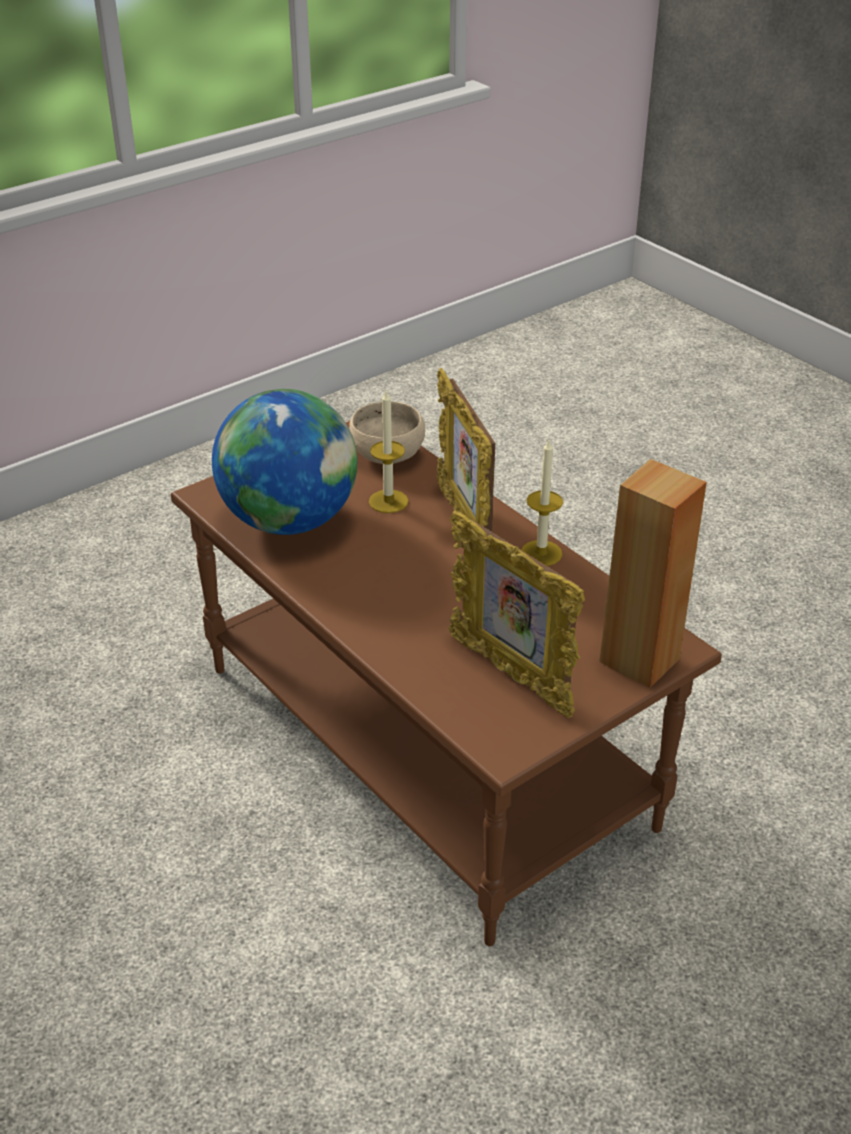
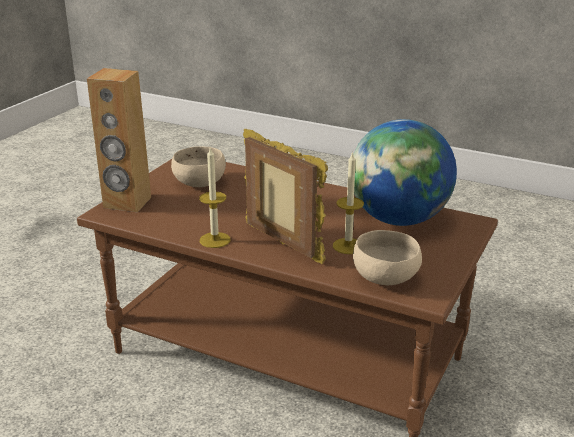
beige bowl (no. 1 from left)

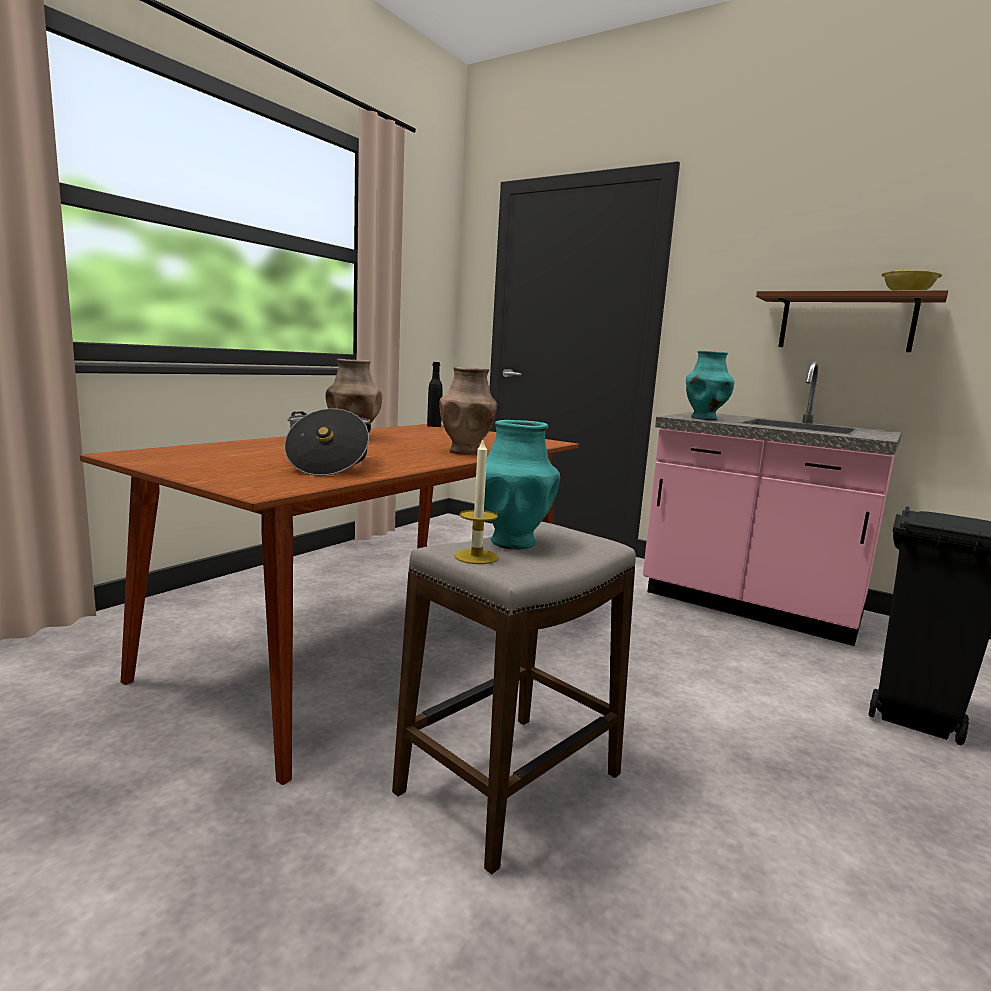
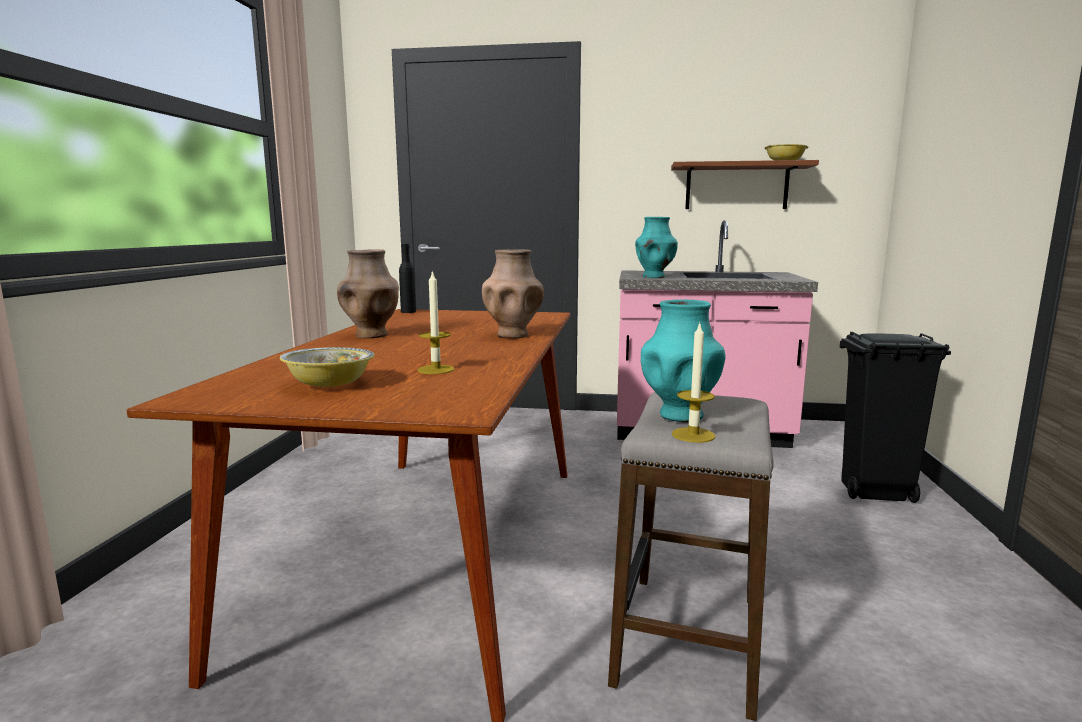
candle (no. 1 from left); bowl (no. 1 from left)

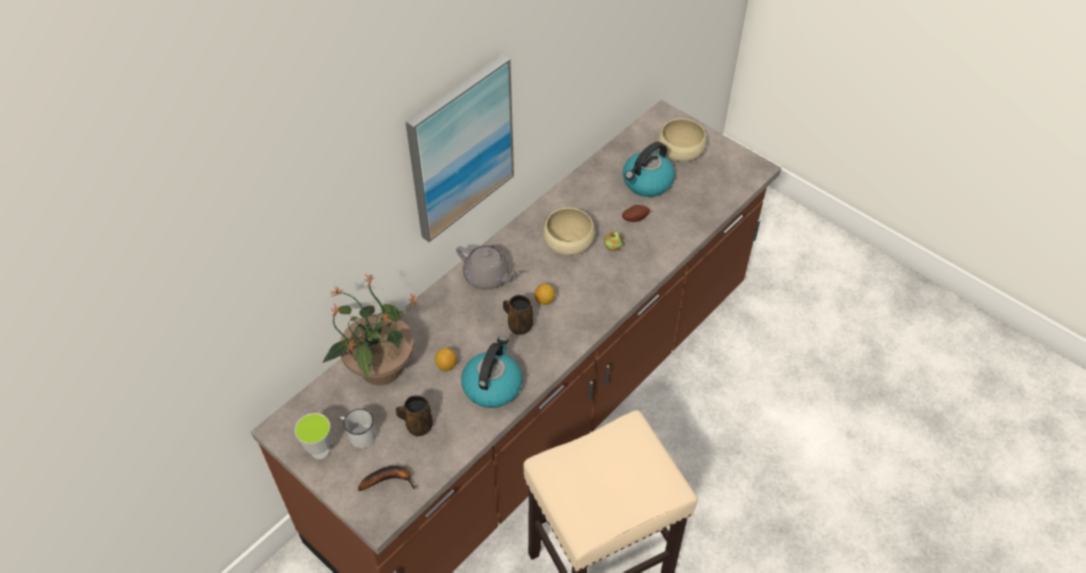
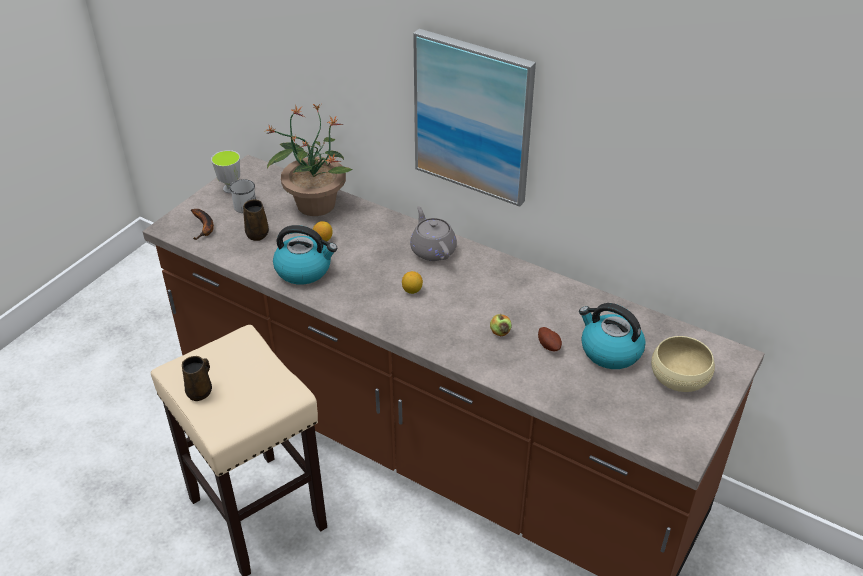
grey teapot; brown mug (no. 1 from left); beige bowl (no. 1 from left in the first image)

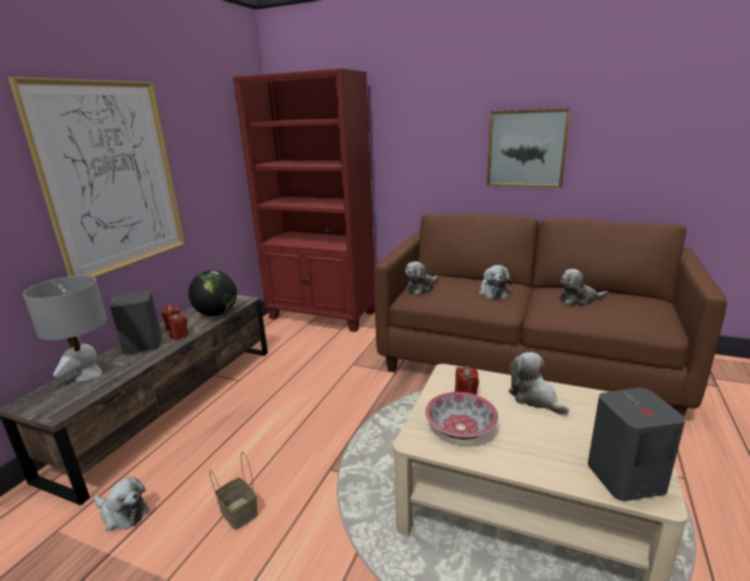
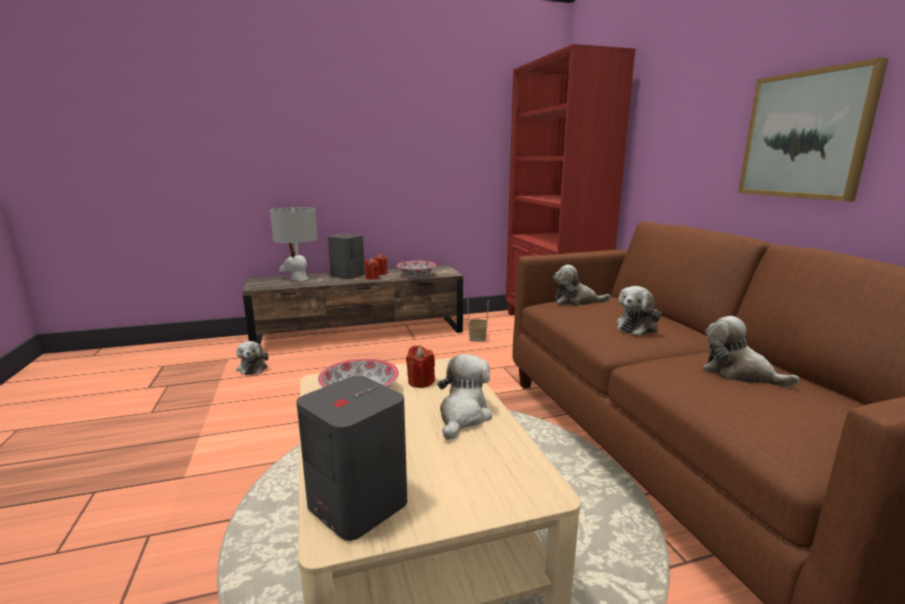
picture (no. 1 from left in the first image); bowl (no. 2 from left); basket

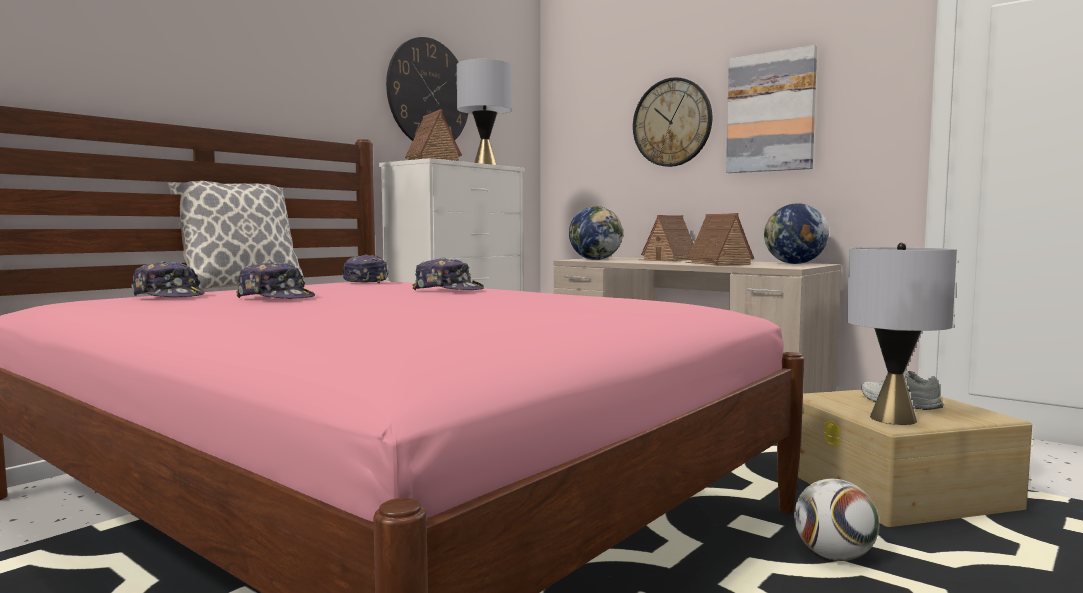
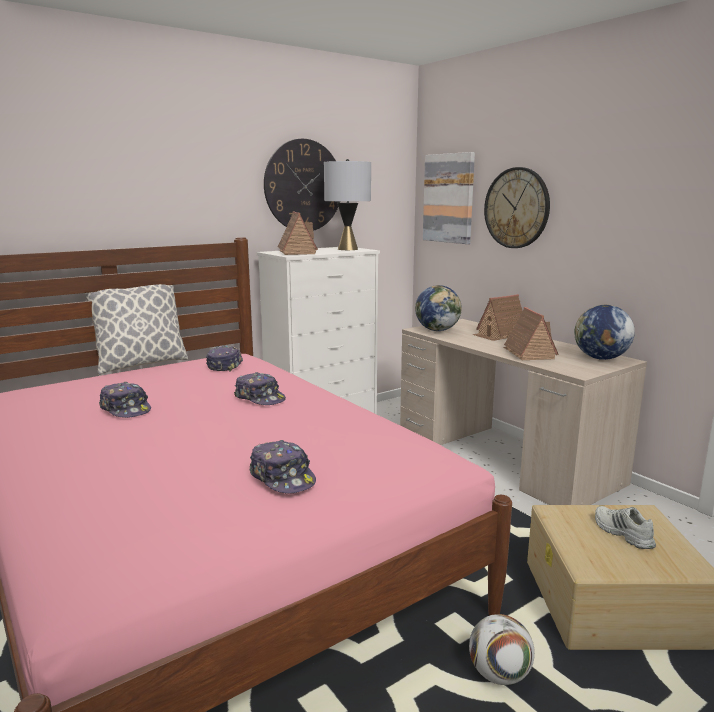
cap (no. 4 from left); picture; grey table lamp (no. 2 from left in the first image)

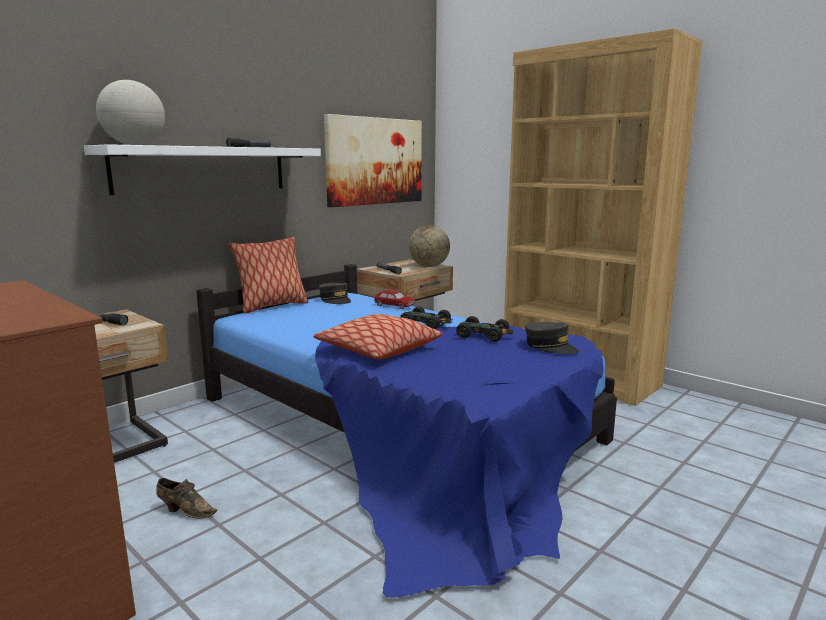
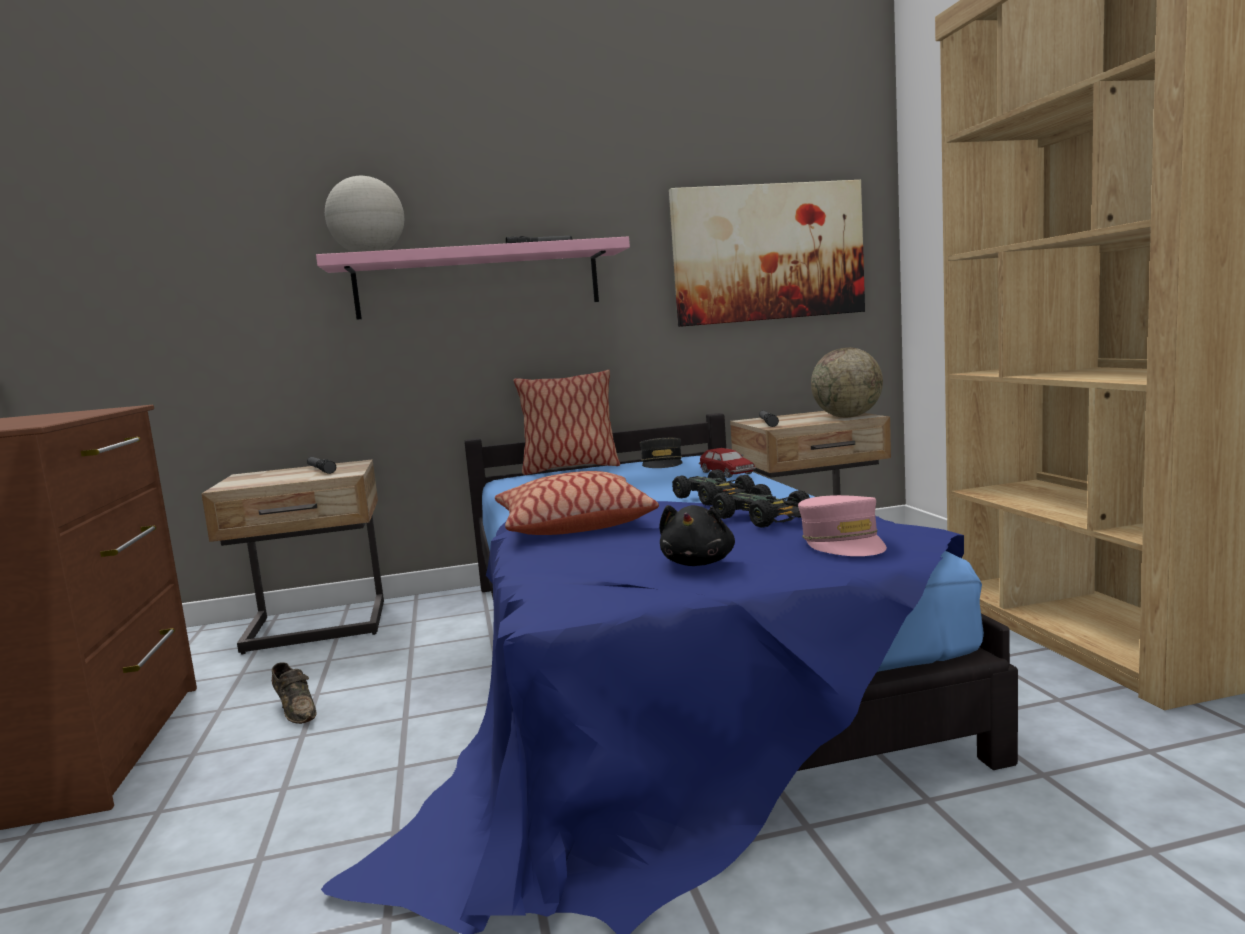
pink shelf; pink cap; black plush toy

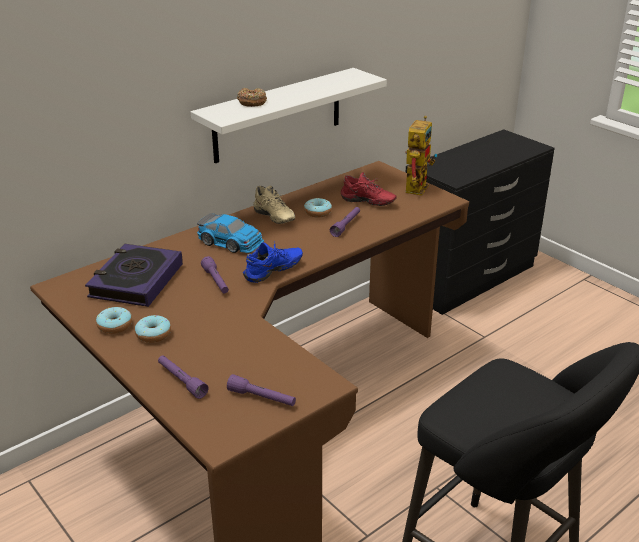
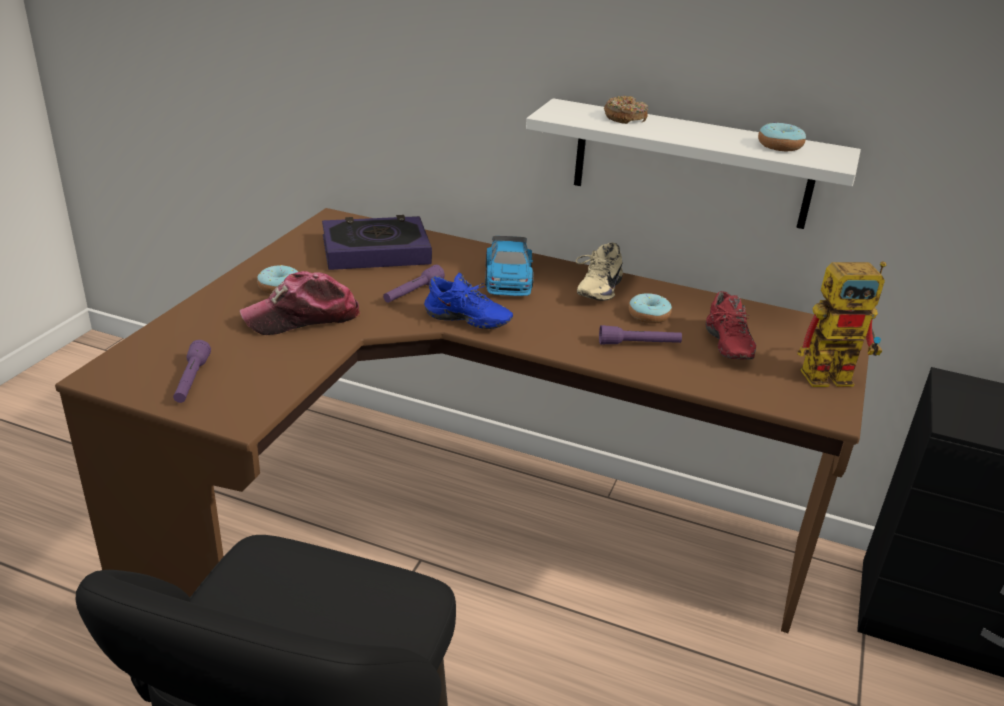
donut (no. 4 from left); purple flashlight (no. 1 from left in the first image); cap

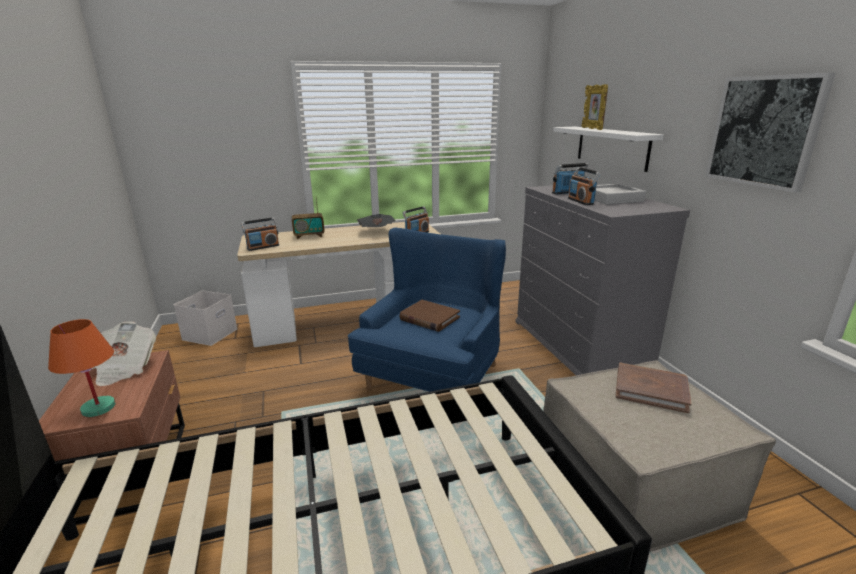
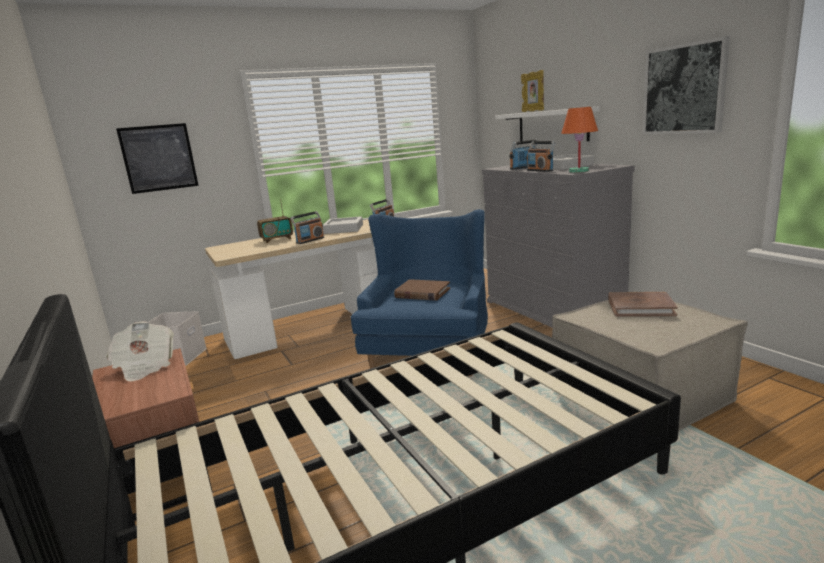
orange table lamp; radio (no. 2 from left); grey tray (no. 1 from left); picture (no. 1 from left)

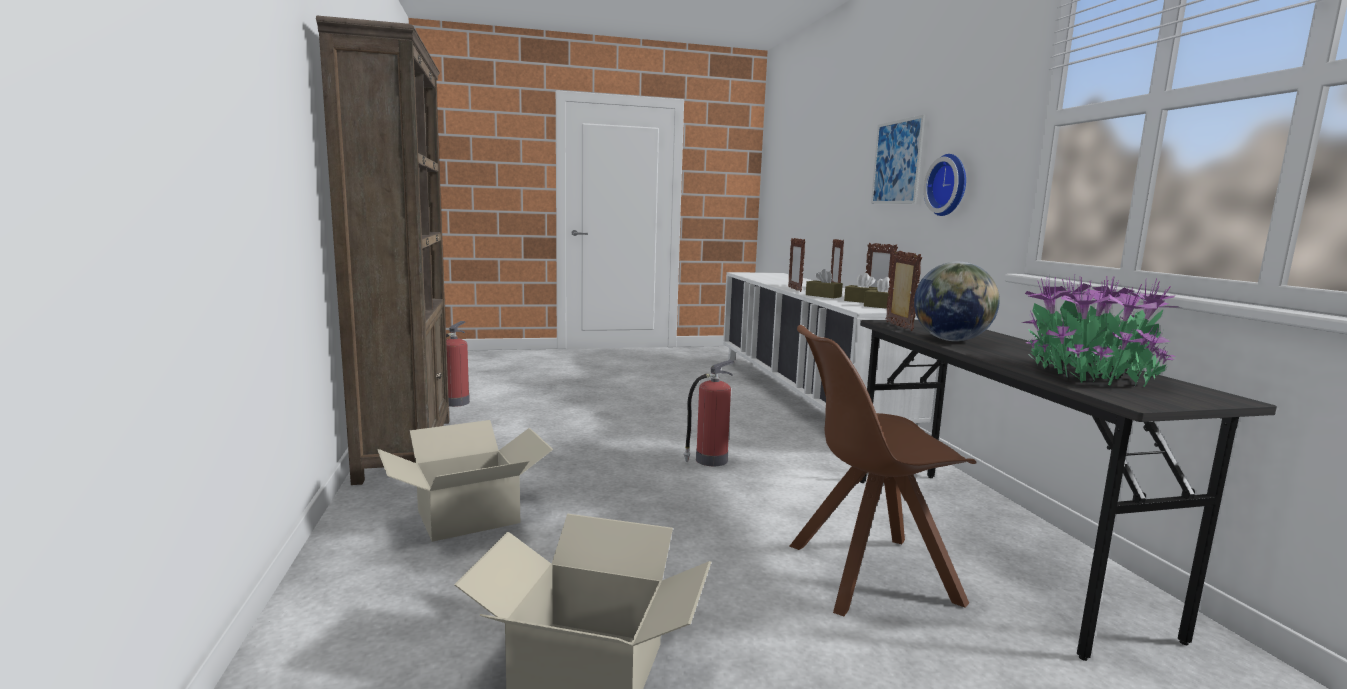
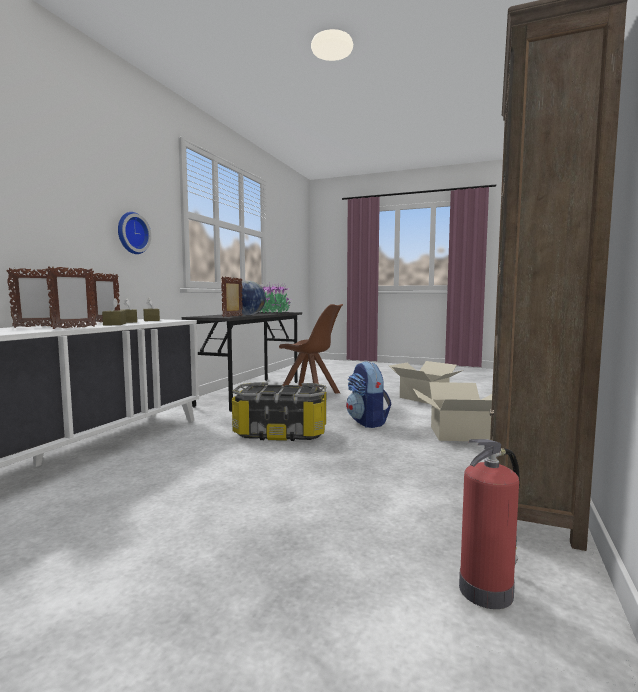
storage box; picture; backpack

